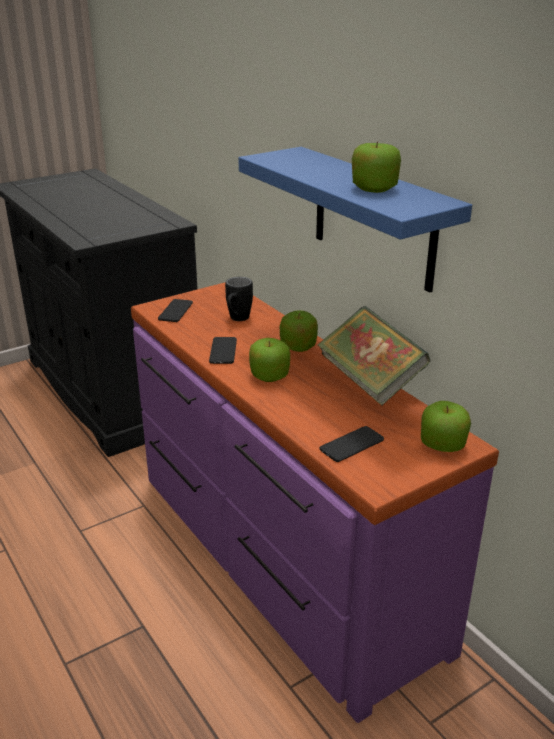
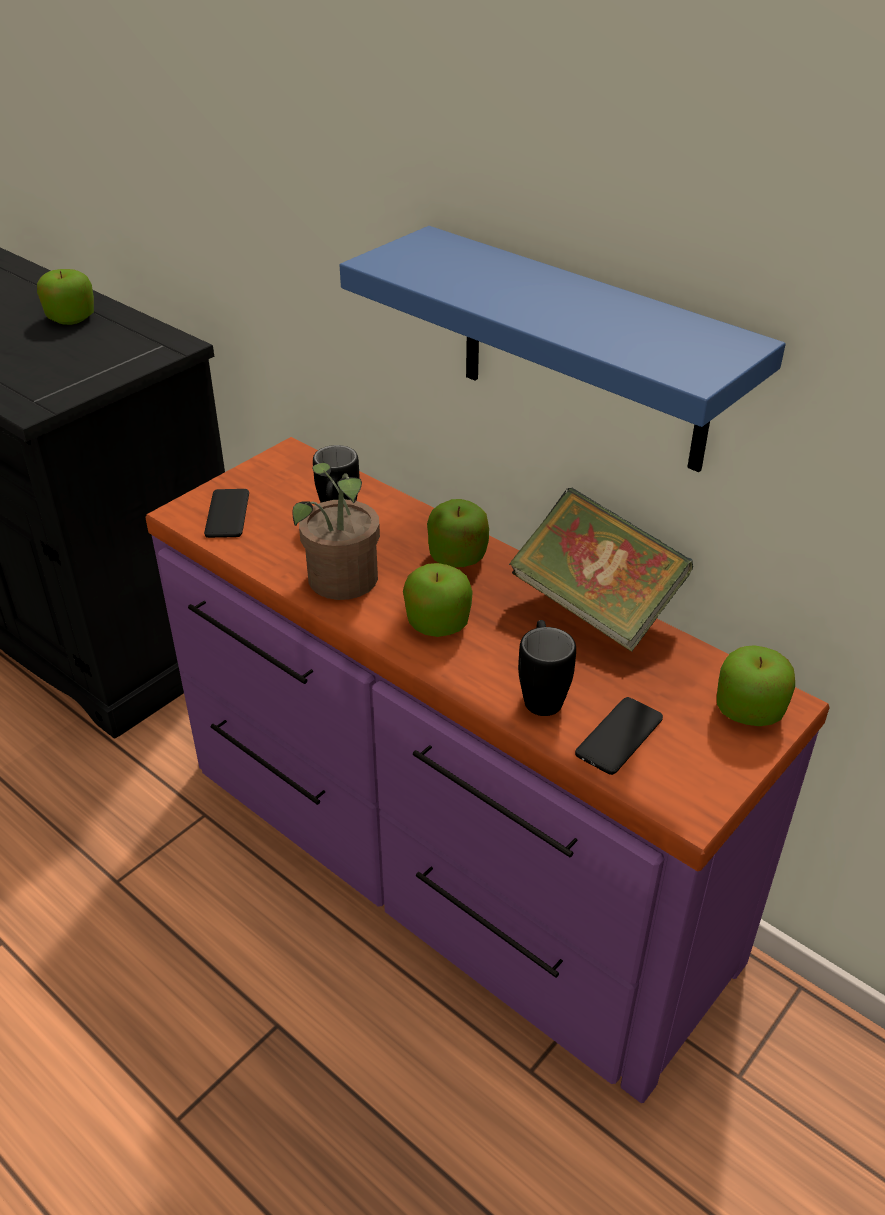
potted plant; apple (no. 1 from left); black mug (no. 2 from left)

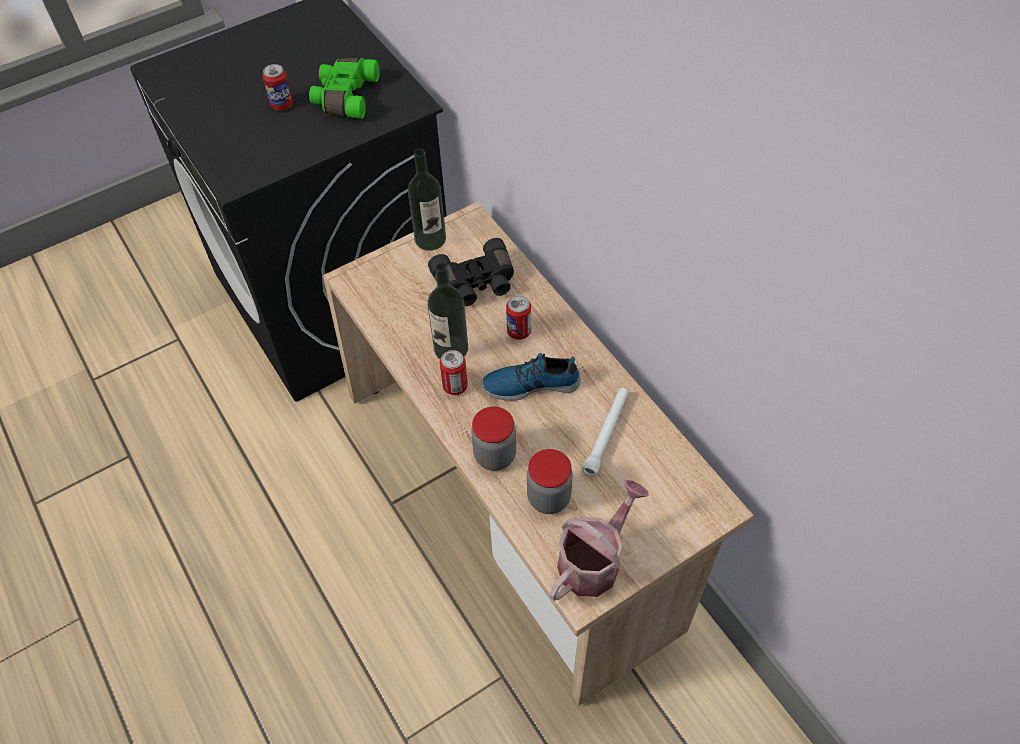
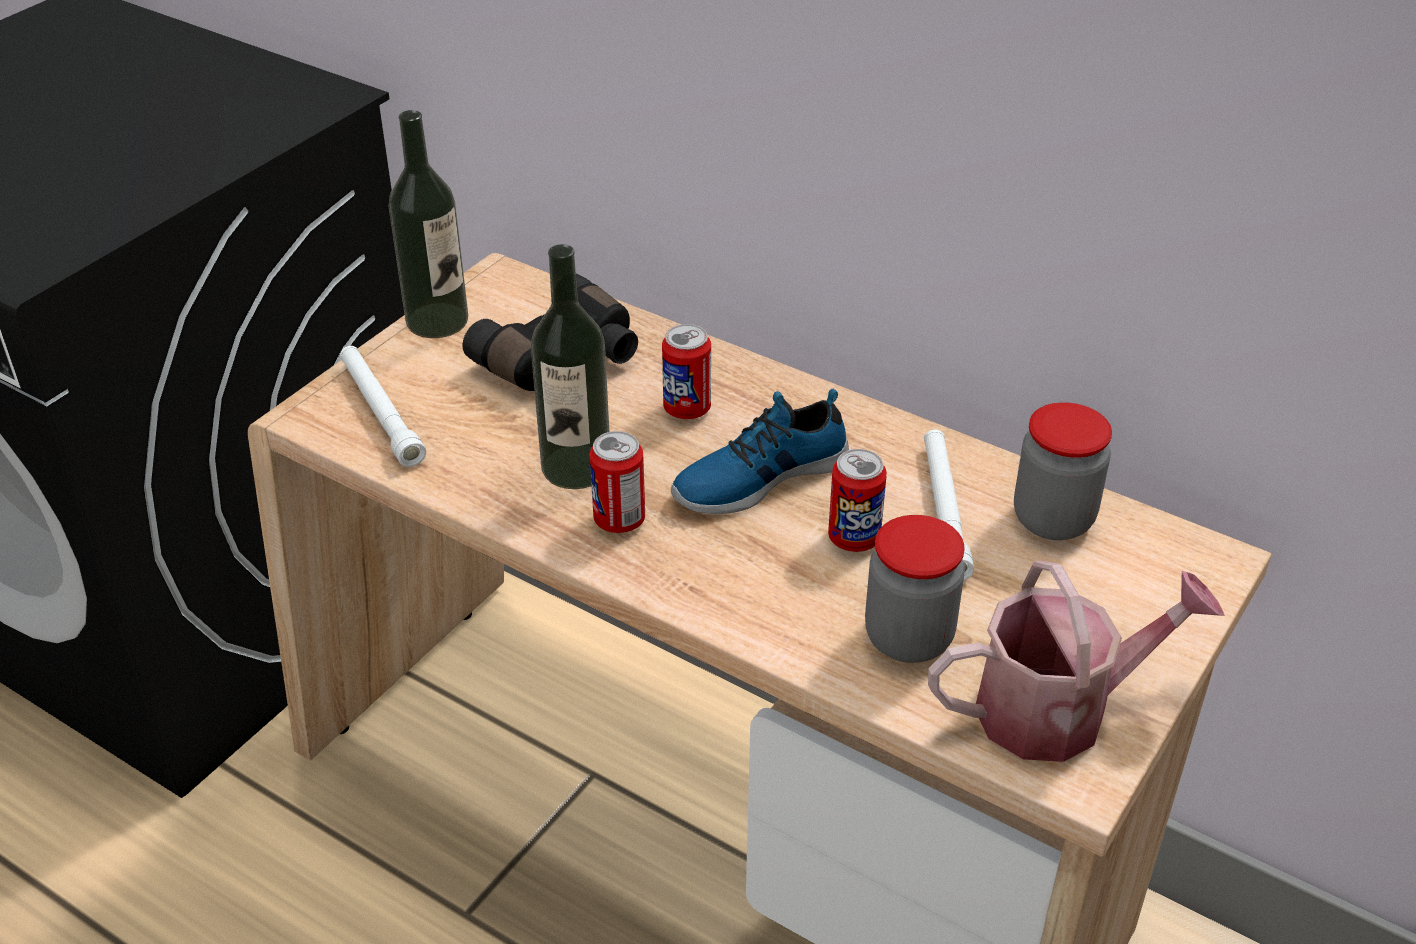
can (no. 3 from left); green binoculars; jar (no. 2 from left); watering can; white flashlight (no. 1 from left)

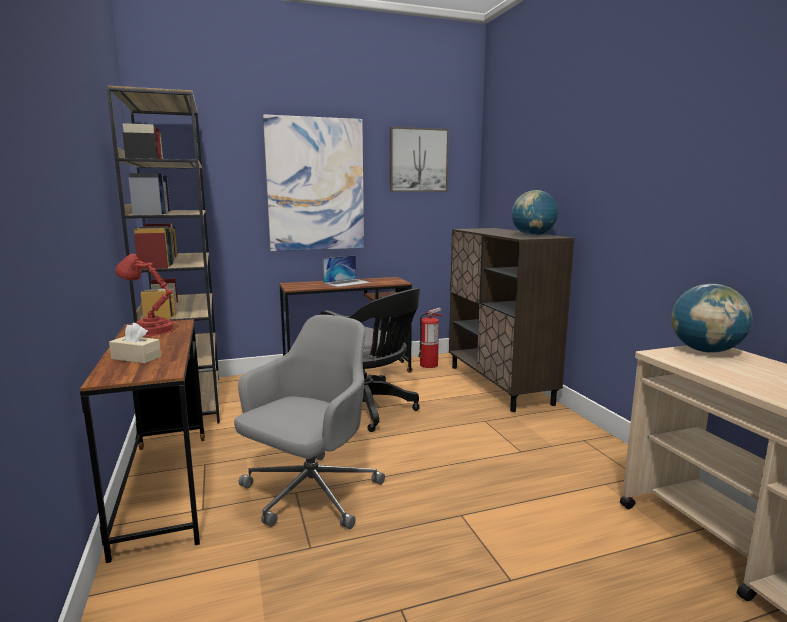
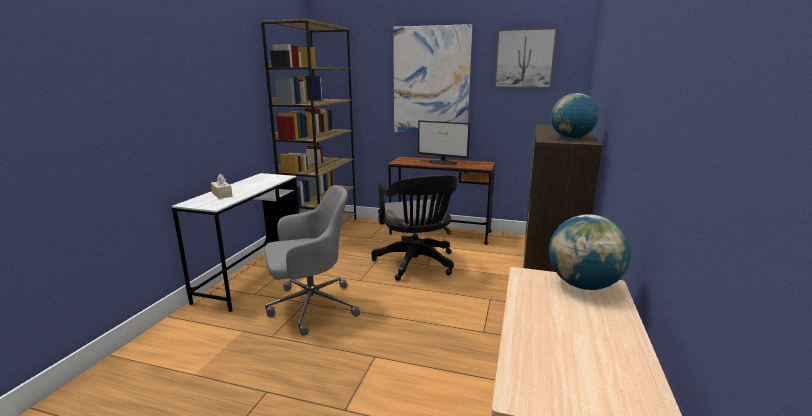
white desk; red table lamp; monitor; fire extinguisher

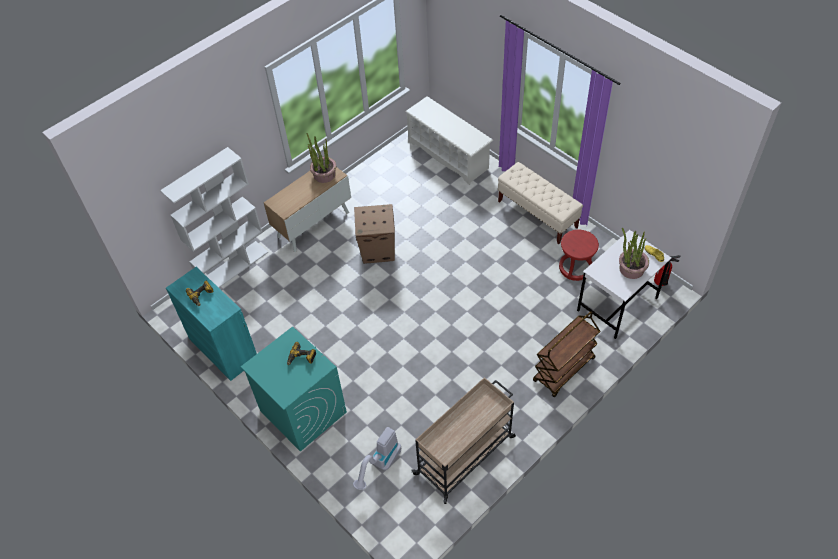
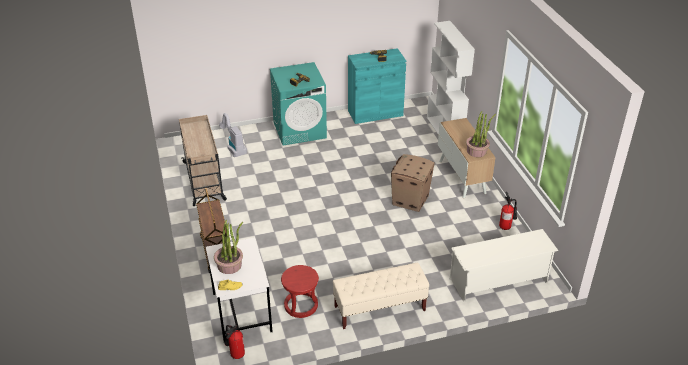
fire extinguisher (no. 2 from left)

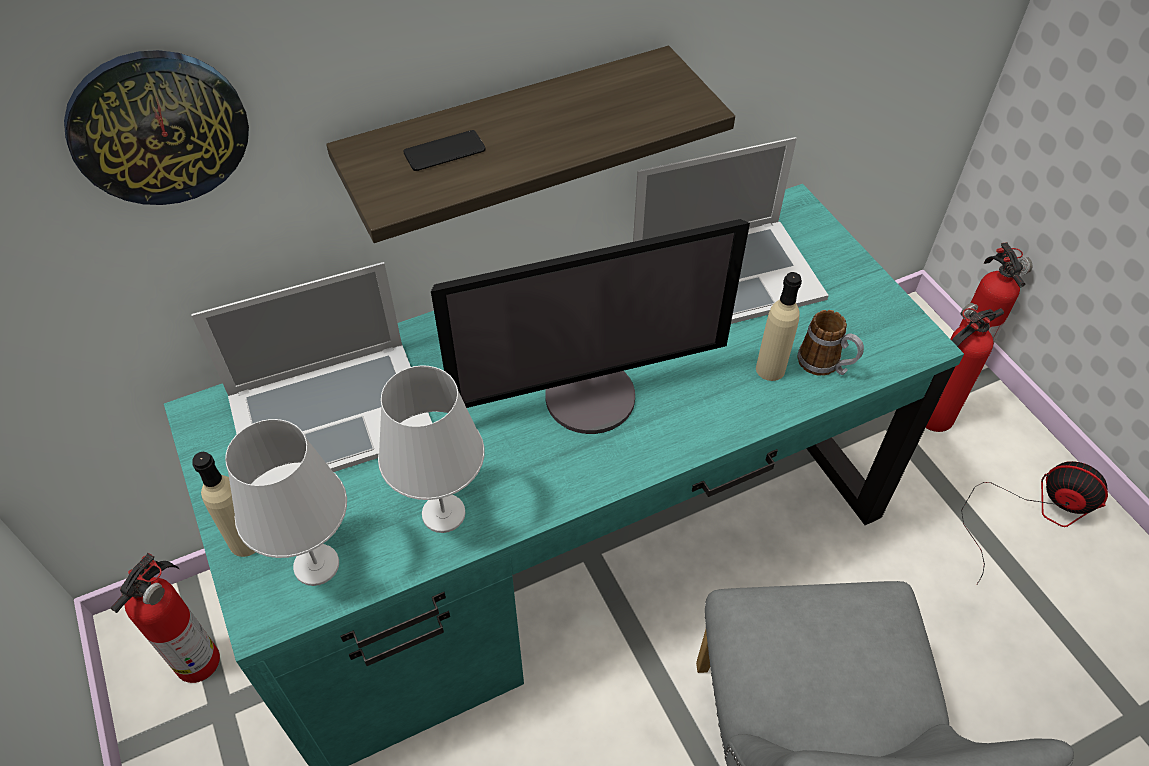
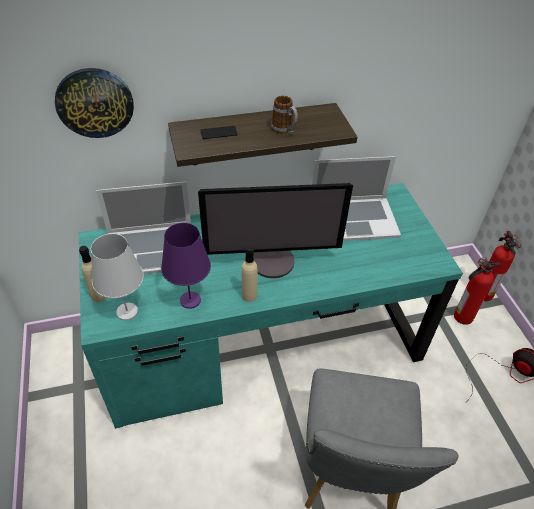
fire extinguisher (no. 1 from left in the first image); purple table lamp; beige bottle (no. 2 from left); mug

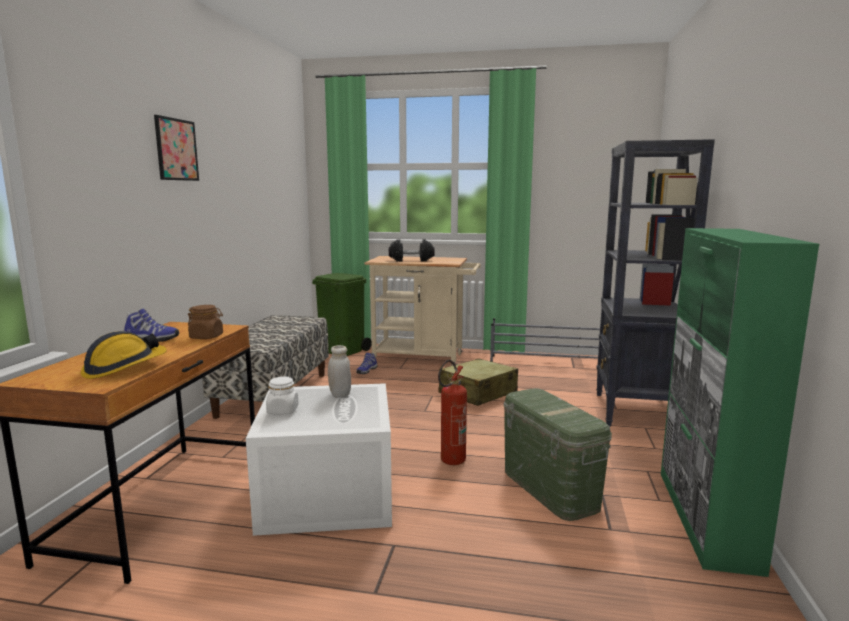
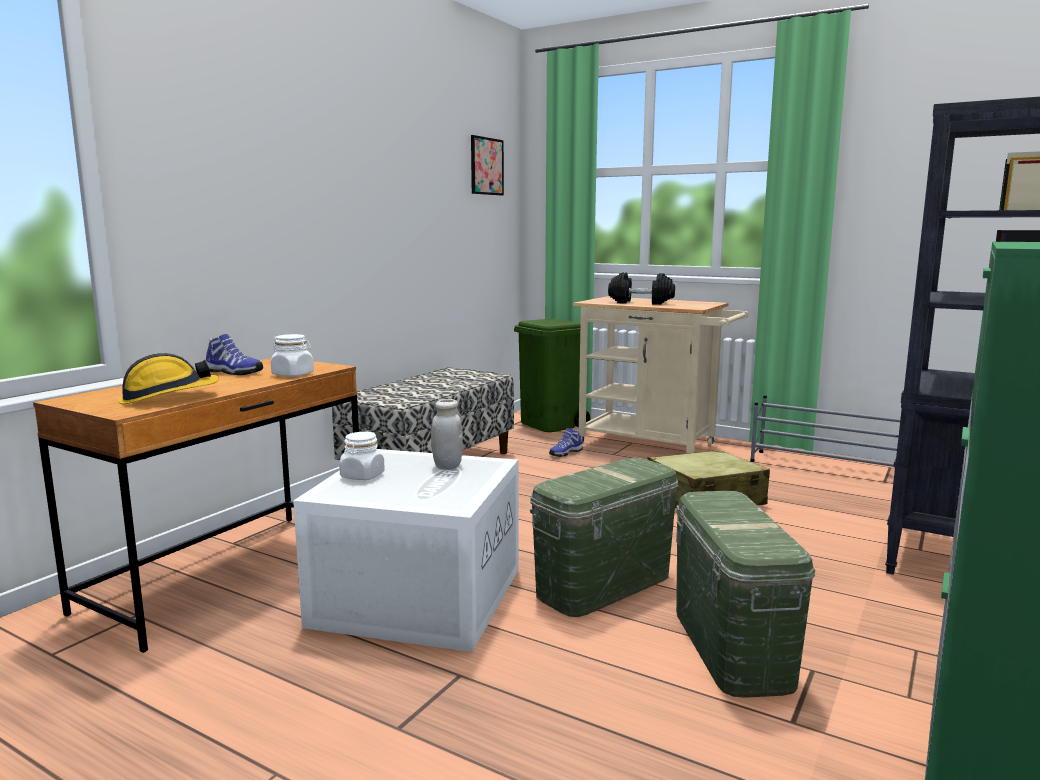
picture; white jar (no. 1 from left); green storage box (no. 1 from left)

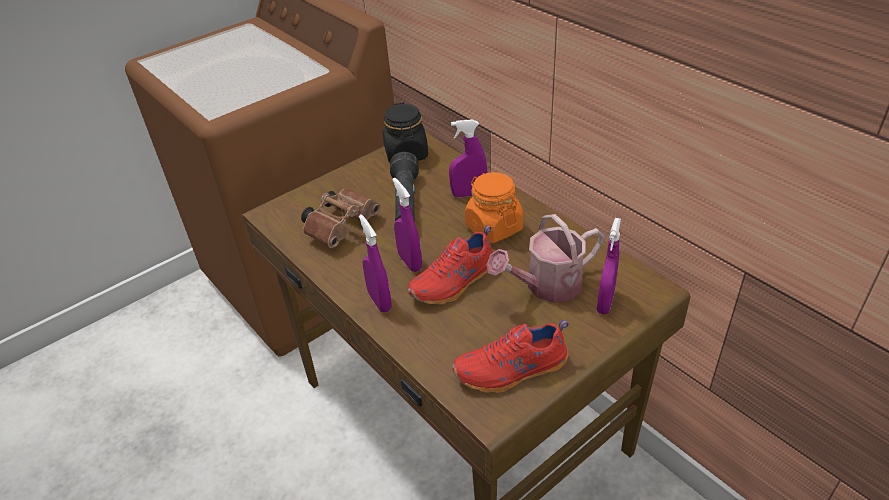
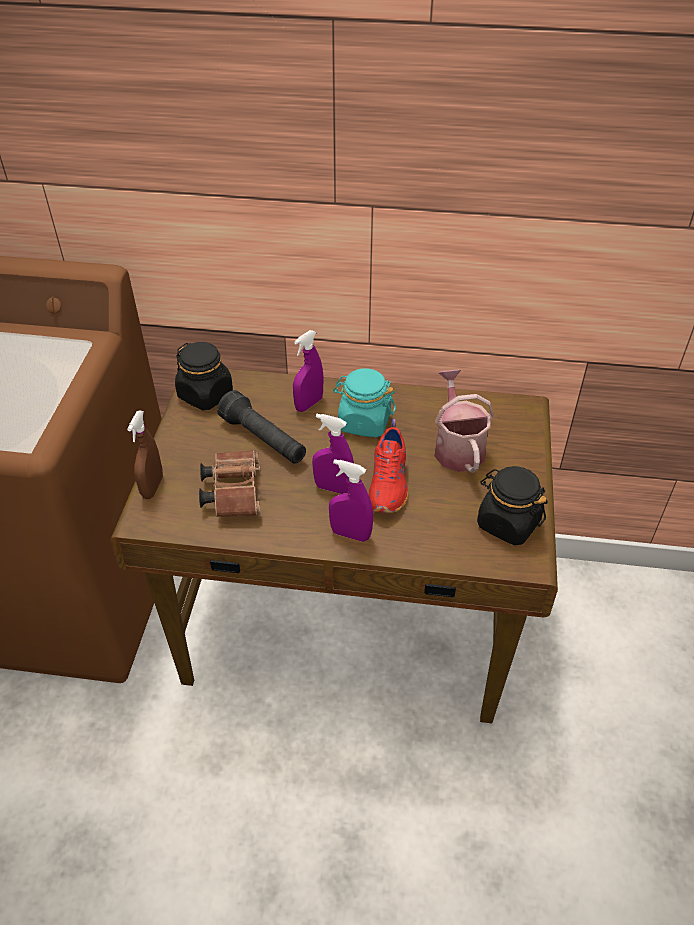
black jar (no. 2 from left); turquoise jar; watering can; purple spray bottle (no. 4 from left in the first image); brown spray bottle

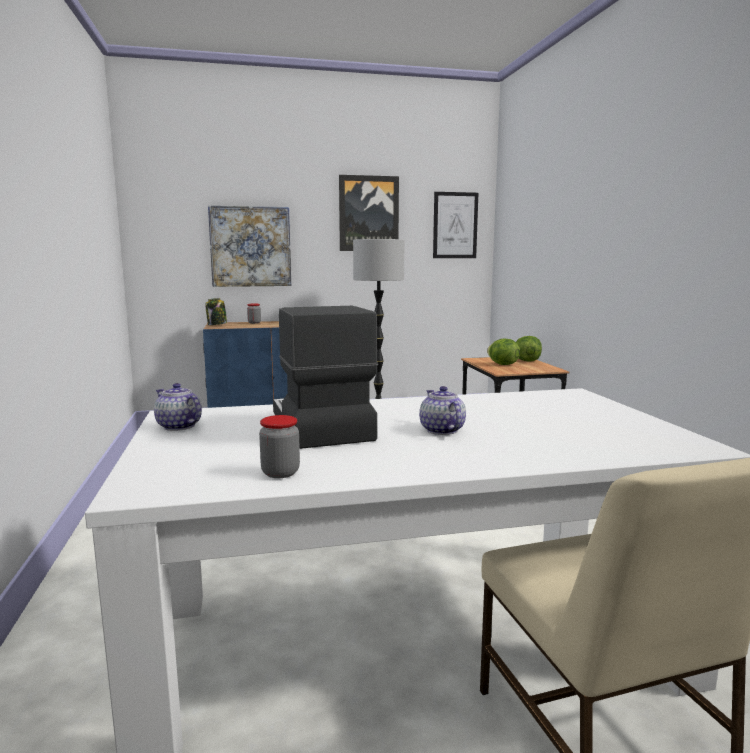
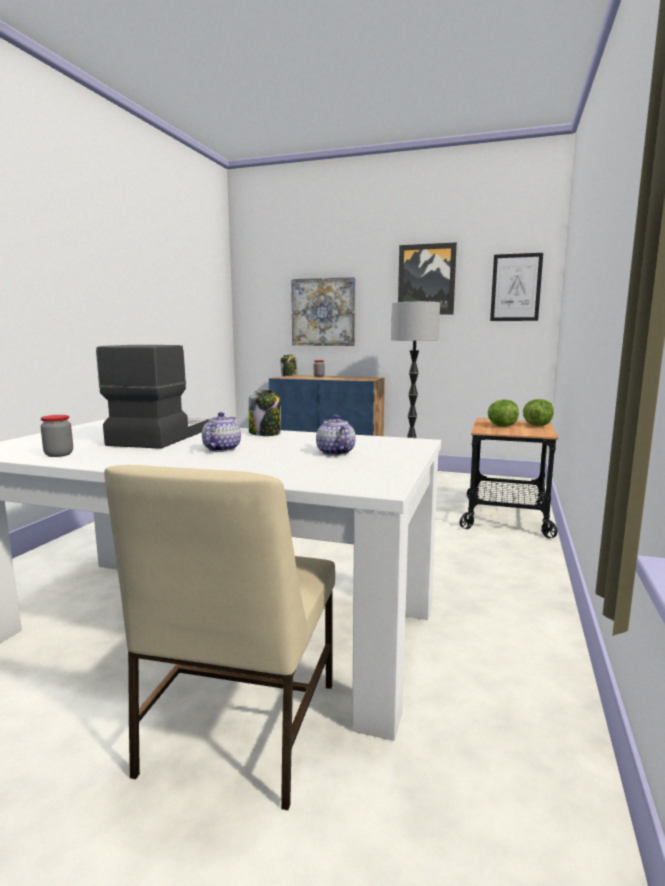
teapot (no. 2 from left); jar (no. 2 from left)

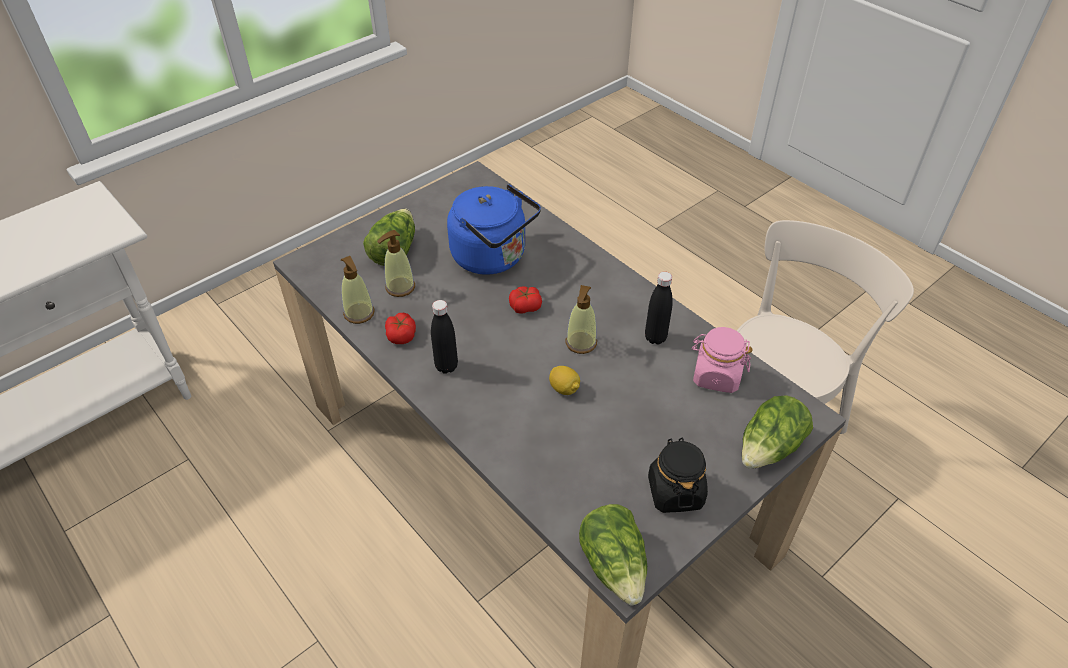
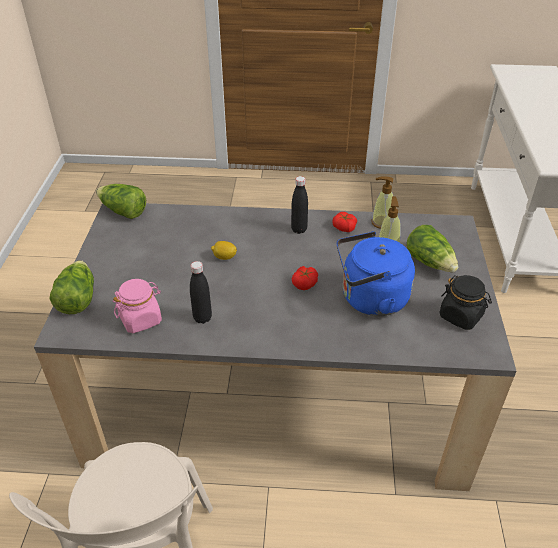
soap dispenser (no. 3 from left in the first image); black jar

